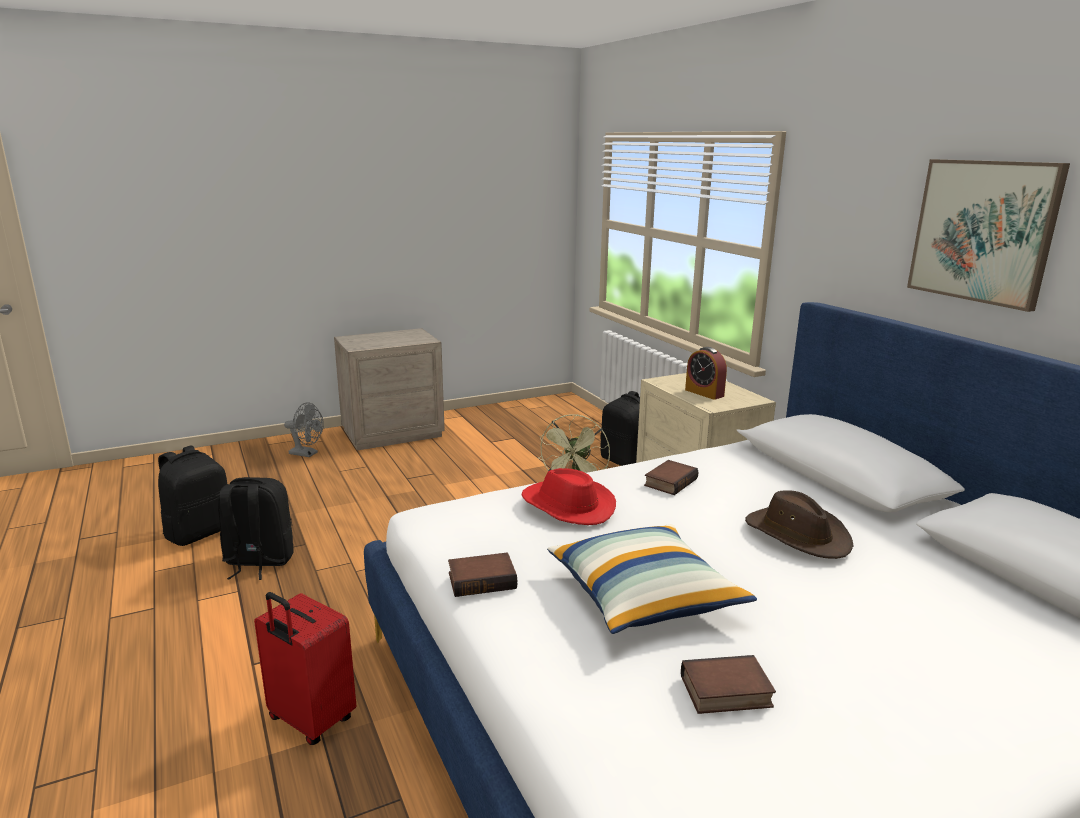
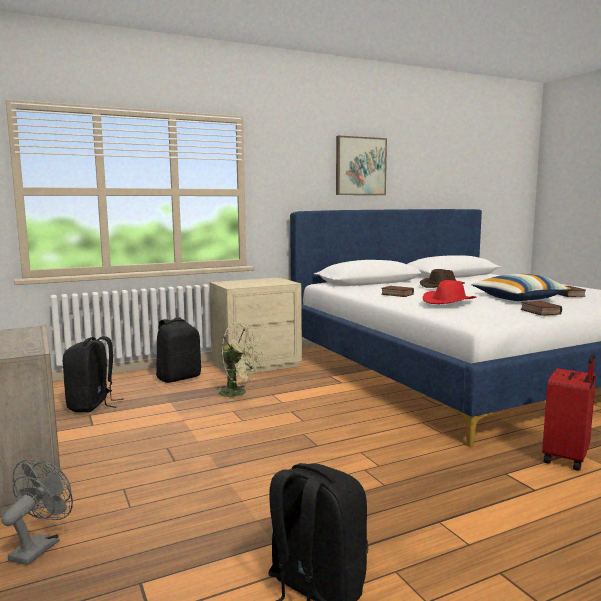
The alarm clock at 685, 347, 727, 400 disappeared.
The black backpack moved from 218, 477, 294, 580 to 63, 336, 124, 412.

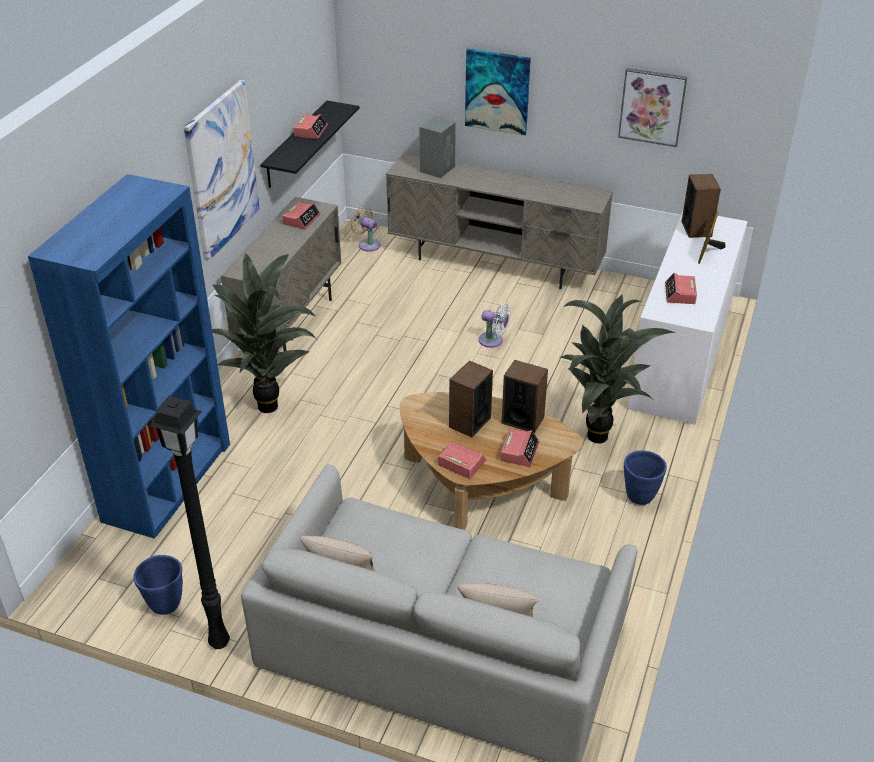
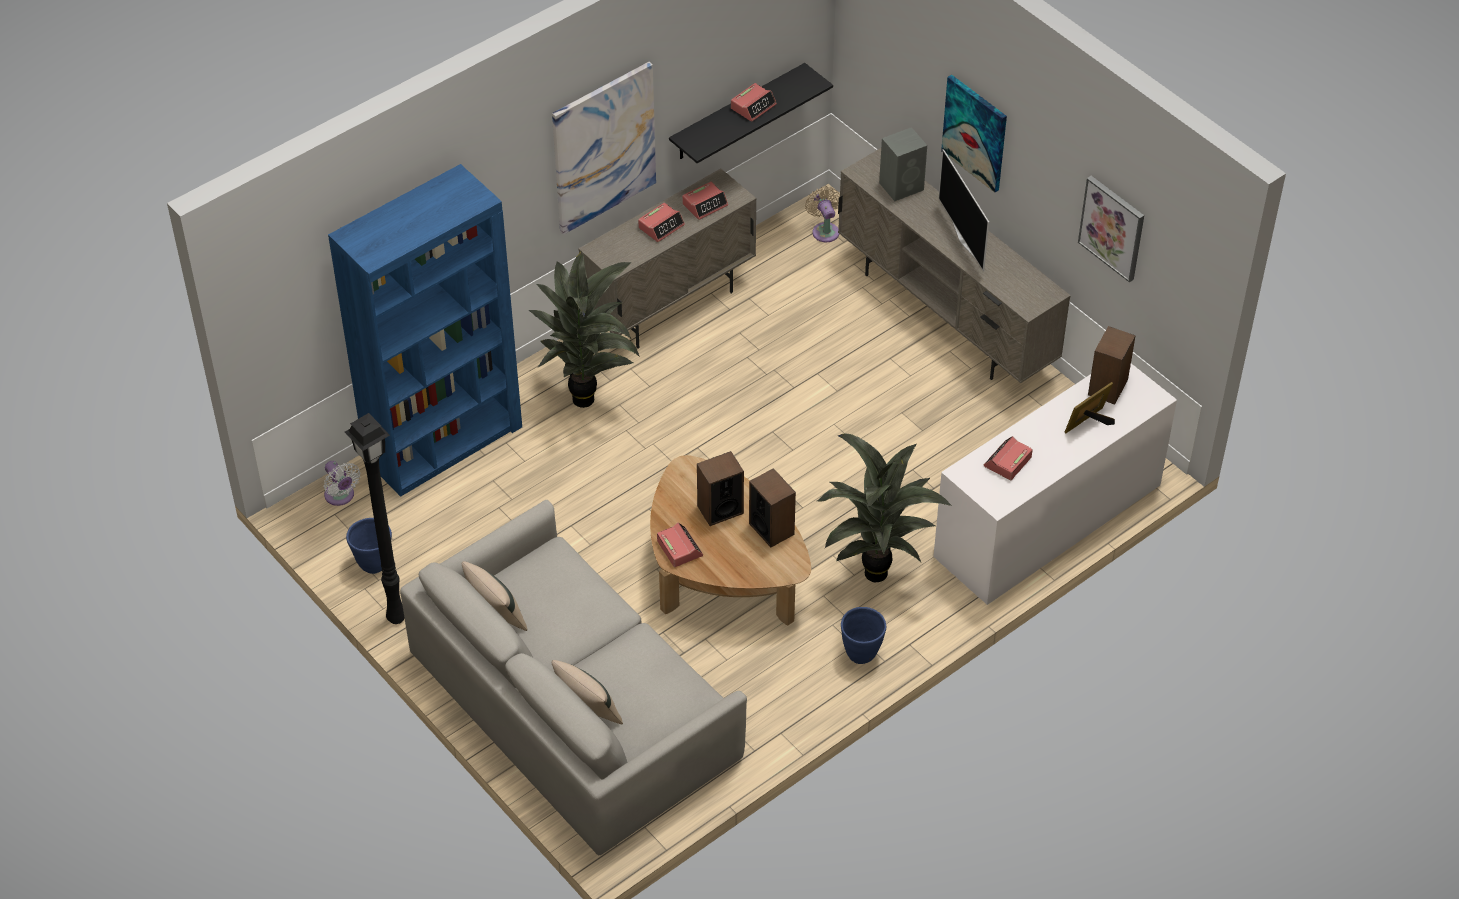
The television at 939, 149, 989, 271 appeared.
The white fan moved from 478, 303, 511, 348 to 324, 461, 360, 506.
The alarm clock moved from 500, 428, 539, 467 to 638, 203, 685, 242.

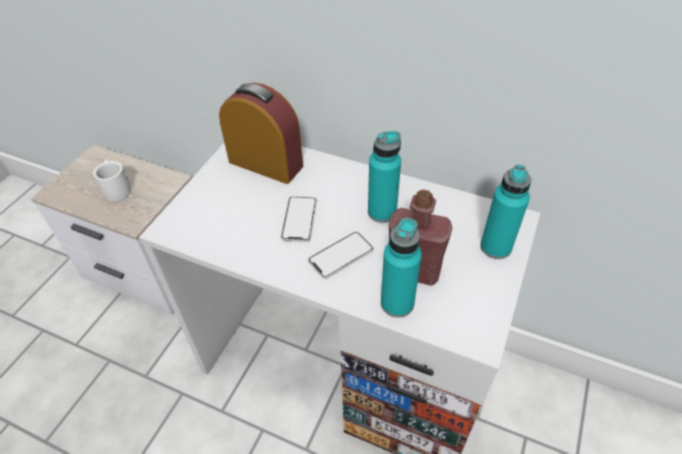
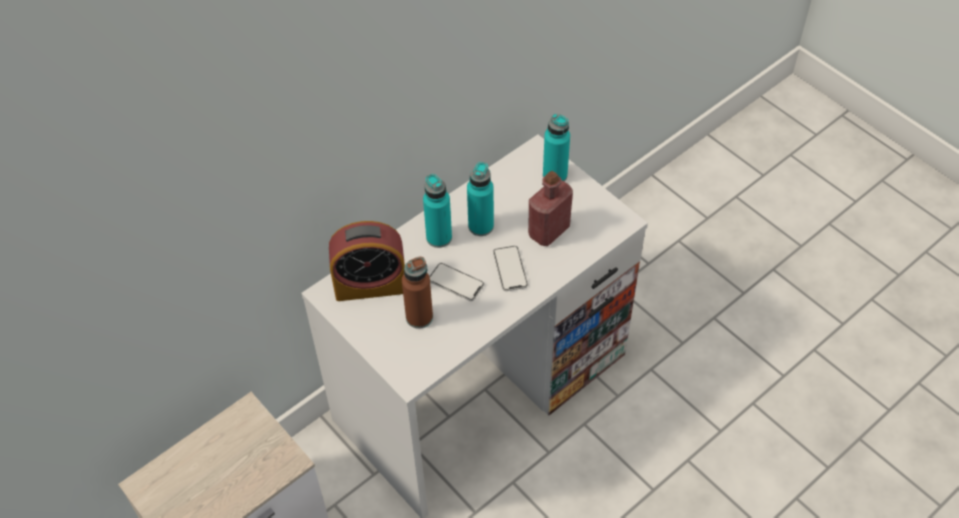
The white mug at 93, 160, 132, 201 disappeared.
The brown bottle at 402, 257, 433, 329 appeared.
The turquoise bottle moved from 381, 218, 422, 318 to 423, 174, 452, 248.
The alarm clock at 219, 83, 303, 184 turned 150 degrees counterclockwise.

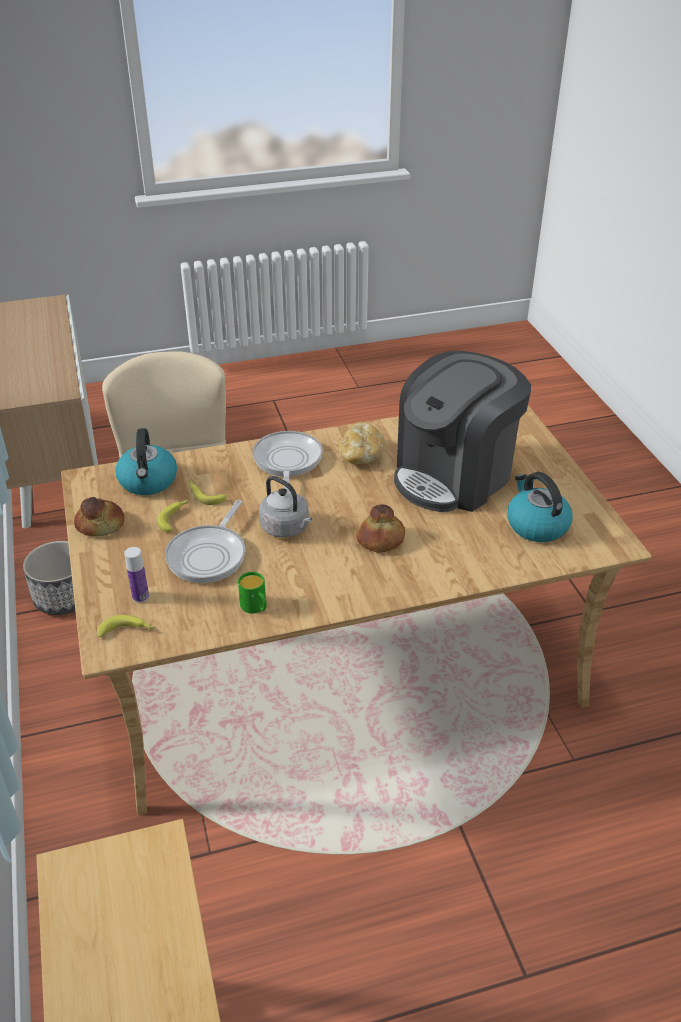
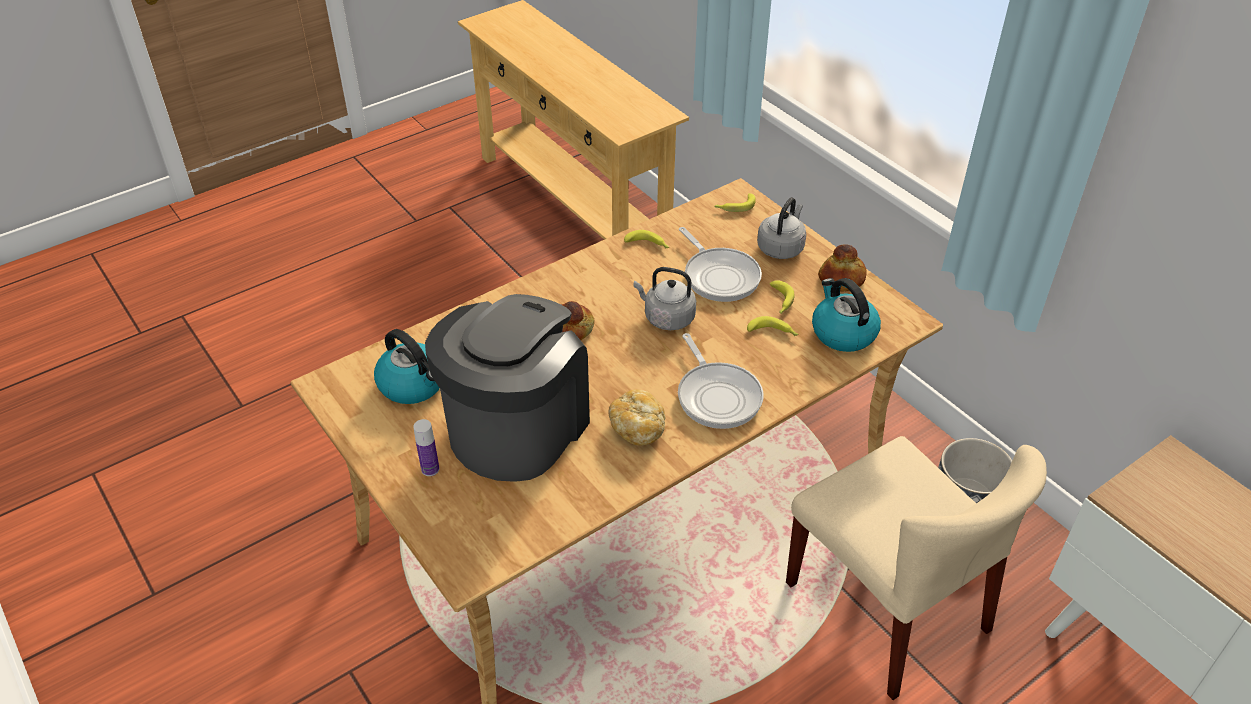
The grey kettle at 757, 197, 806, 259 appeared.
The bottle moved from 124, 547, 149, 603 to 413, 419, 439, 476.
The green mug at 238, 572, 267, 613 was replaced by the banana at 624, 230, 669, 249.
The frying pan at 165, 500, 245, 583 turned 150 degrees clockwise.

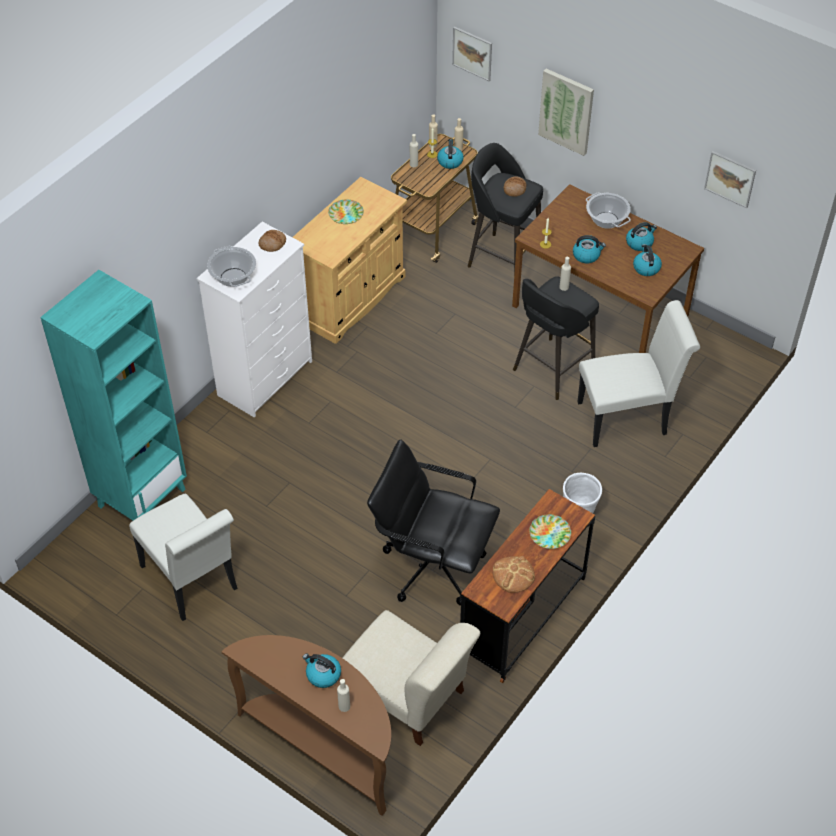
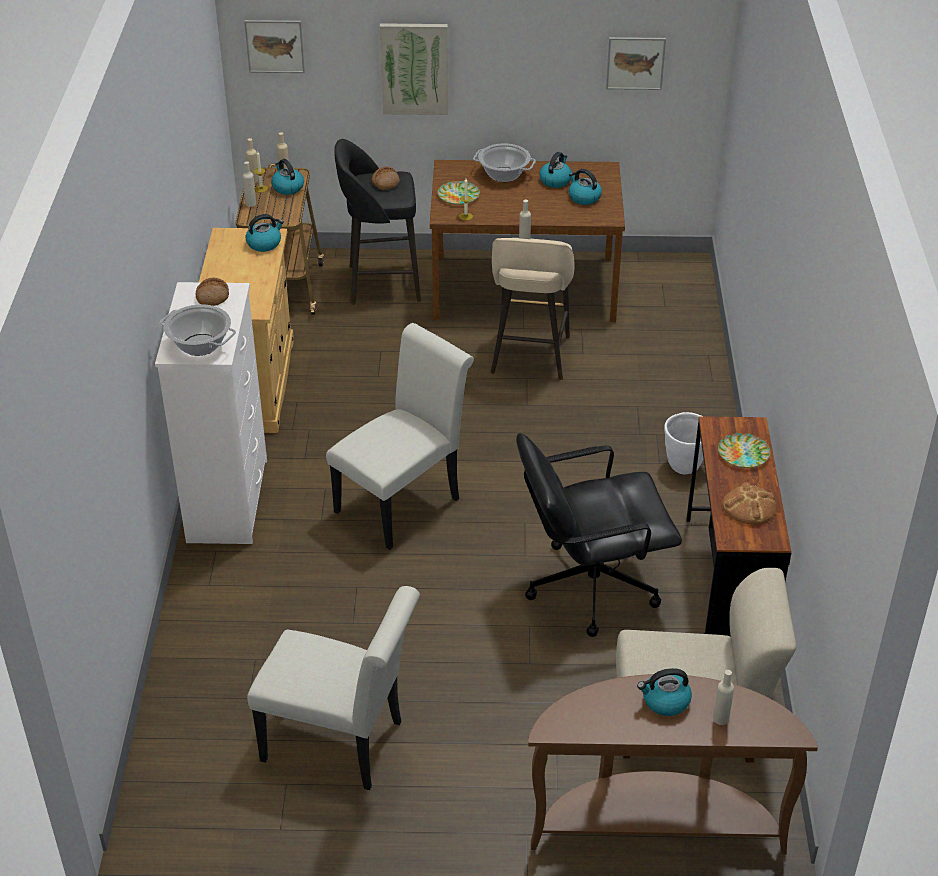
The turquoise bookcase at 40, 270, 187, 520 disappeared.
The plate moved from 328, 200, 364, 224 to 438, 181, 480, 205.
The kettle moved from 573, 235, 606, 263 to 246, 214, 284, 252.
The white chair moved from 577, 300, 700, 447 to 326, 323, 474, 550.
The black stool at 513, 276, 599, 400 became the beige stool at 490, 238, 575, 380.

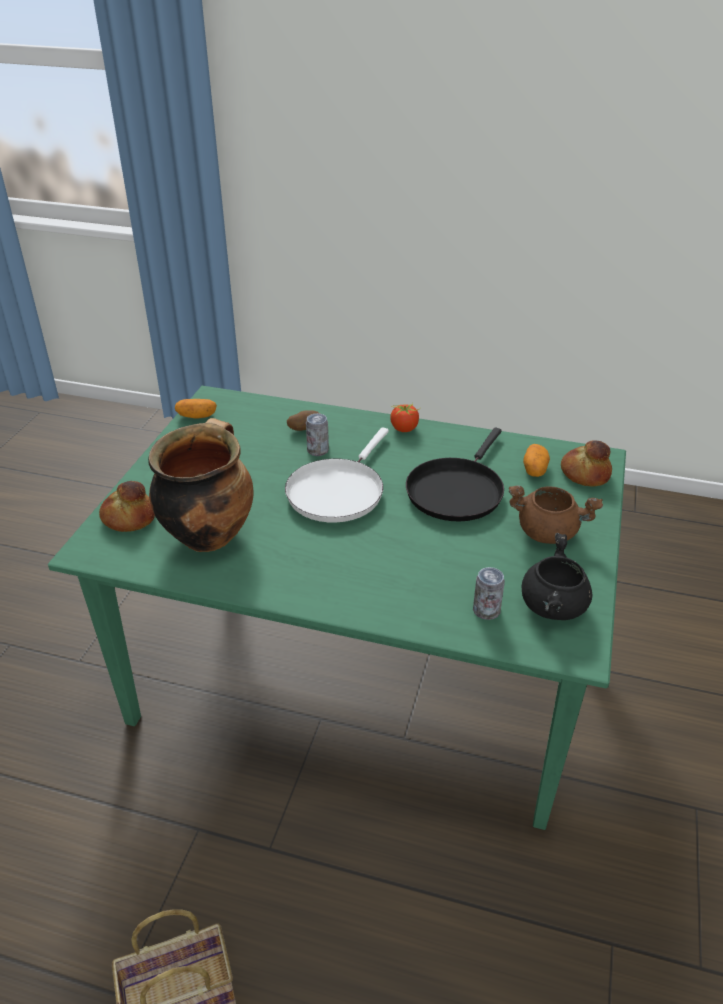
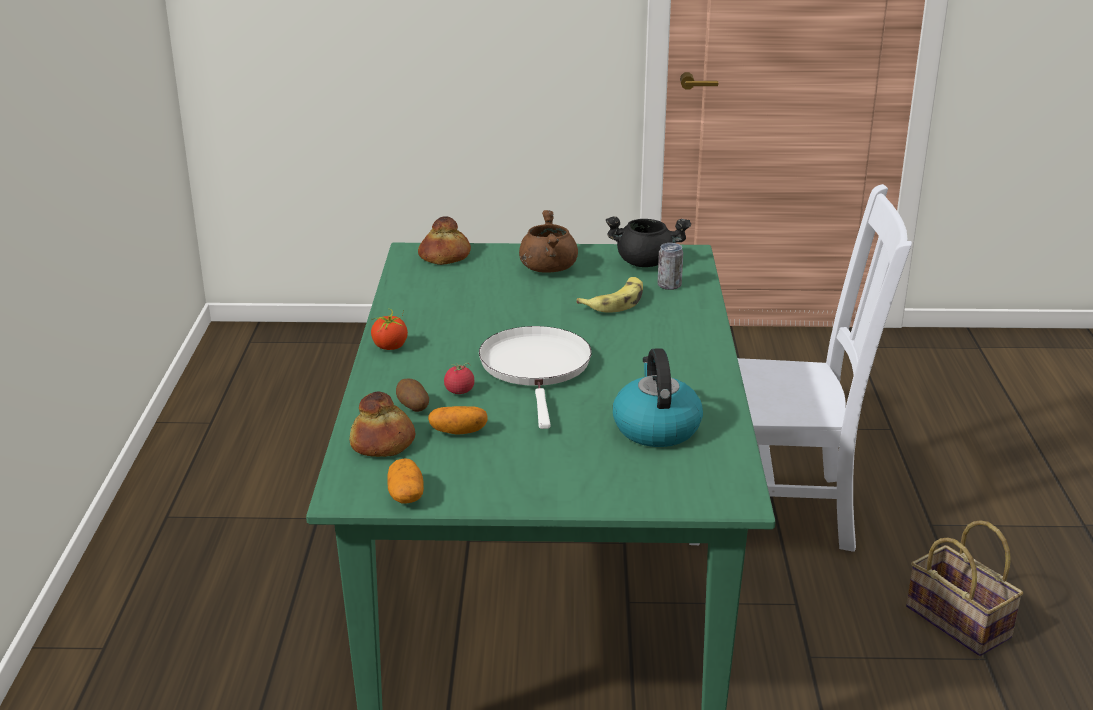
The black frying pan at 406, 427, 504, 521 disappeared.
The banana at 577, 277, 643, 313 appeared.
The white chair at 689, 184, 912, 552 appeared.
The bread moved from 99, 481, 155, 532 to 349, 392, 415, 457.
The potato moved from 523, 444, 550, 477 to 428, 406, 487, 435.
The cooking pot at 148, 418, 254, 552 was replaced by the kettle at 613, 348, 703, 447.
The can at 306, 413, 329, 456 was replaced by the tomato at 444, 363, 475, 394.
The white frying pan at 285, 427, 389, 522 turned 105 degrees counterclockwise.

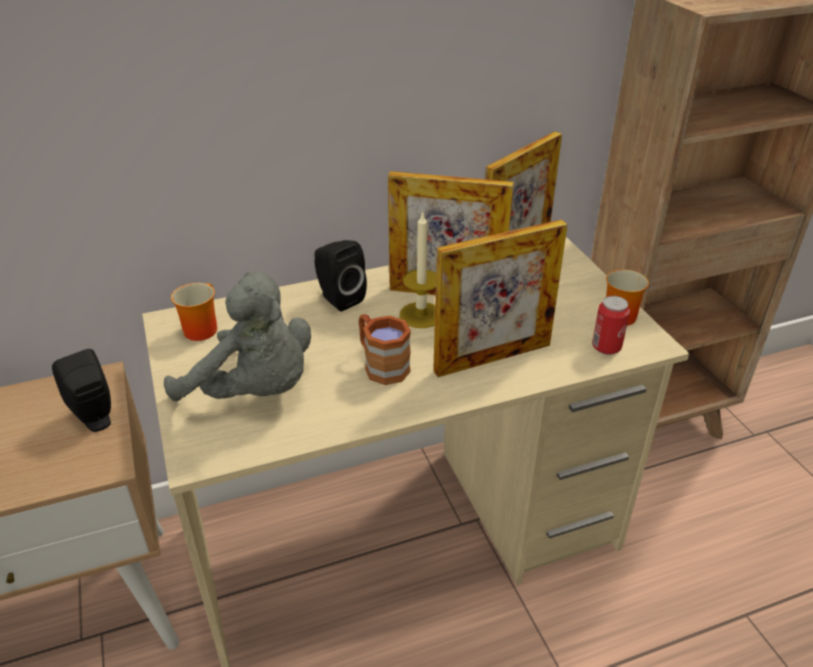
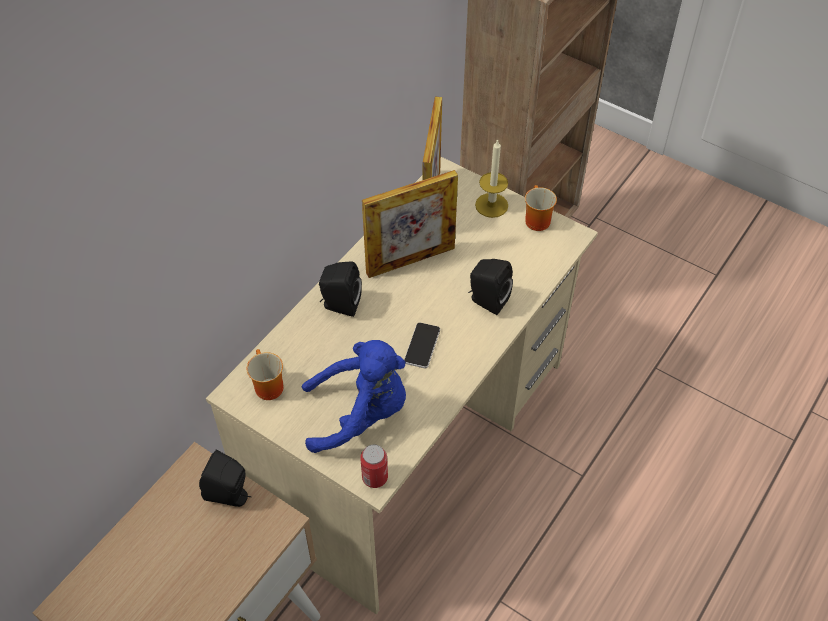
The candle moved from 400, 211, 436, 328 to 475, 139, 508, 218.
The can moved from 592, 296, 630, 355 to 360, 445, 388, 488.
The brown mug at 359, 314, 411, 385 was replaced by the phone at 404, 323, 440, 368.
The picture frame at 433, 219, 568, 377 was replaced by the black speaker at 468, 259, 513, 315.
The grey plush toy at 164, 272, 311, 401 became the blue plush toy at 302, 340, 406, 453.

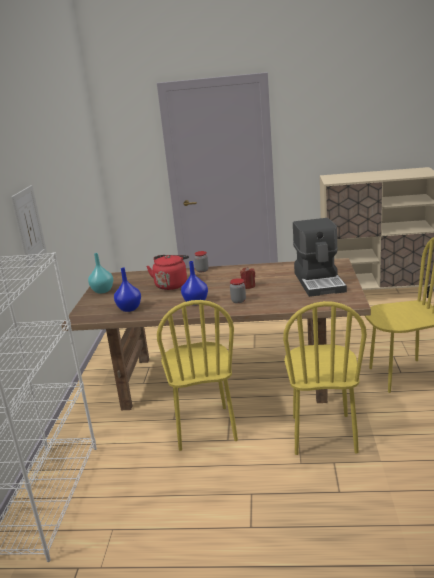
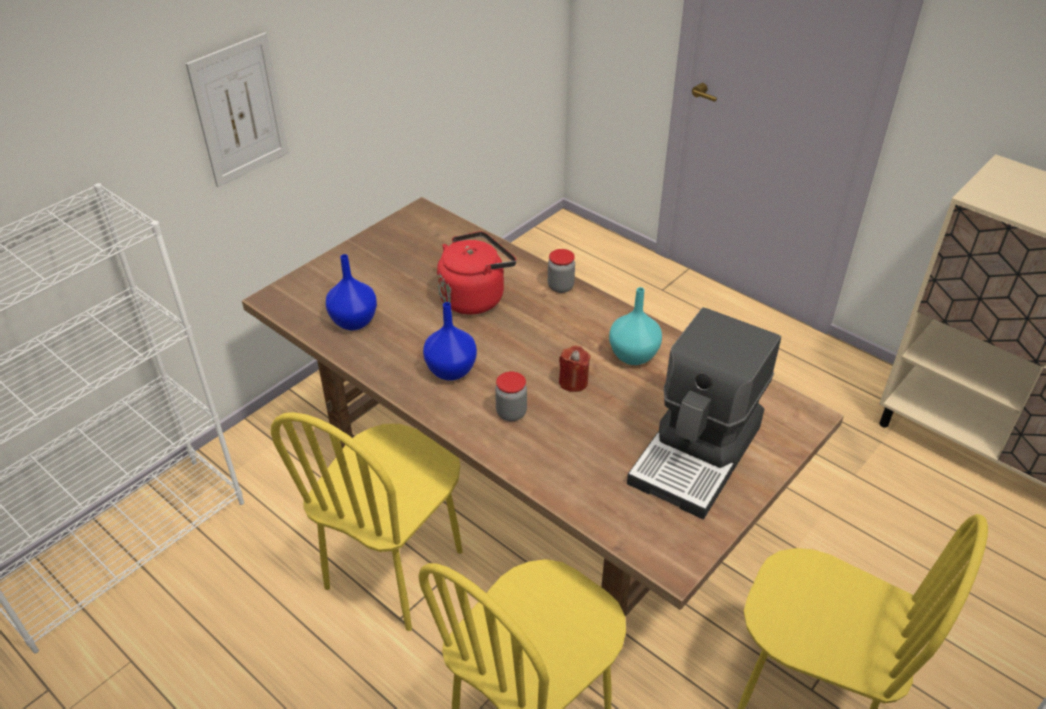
The turquoise vase moved from 88, 253, 113, 294 to 609, 287, 662, 365.

